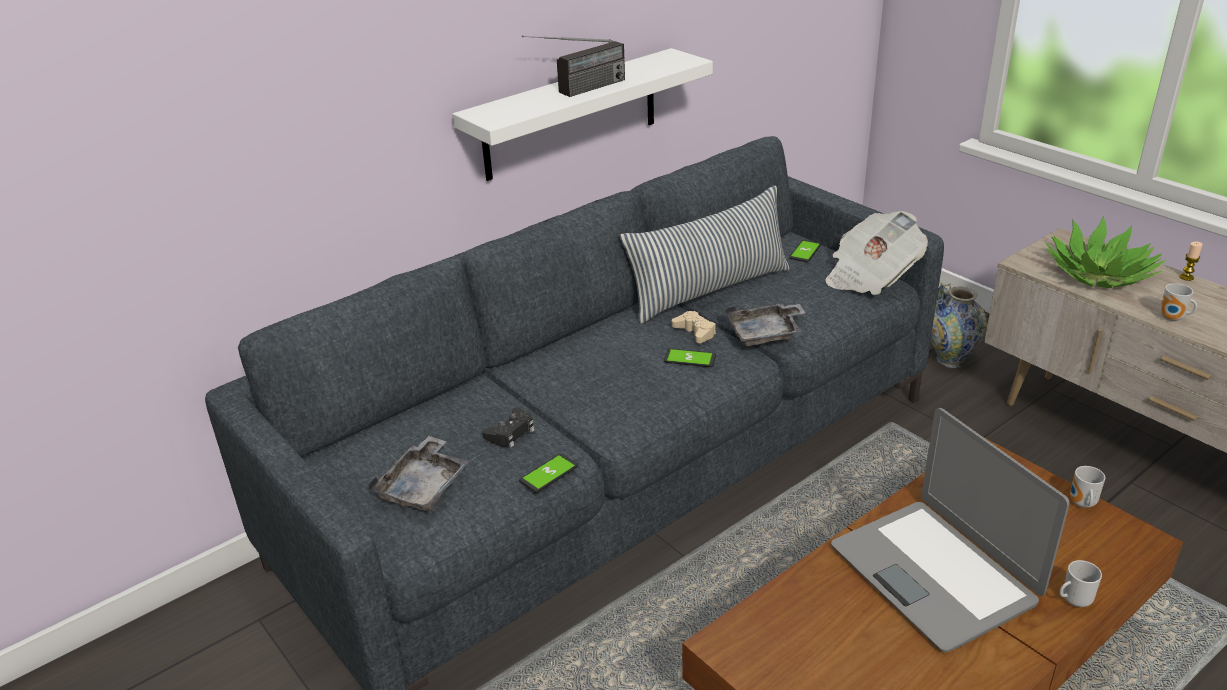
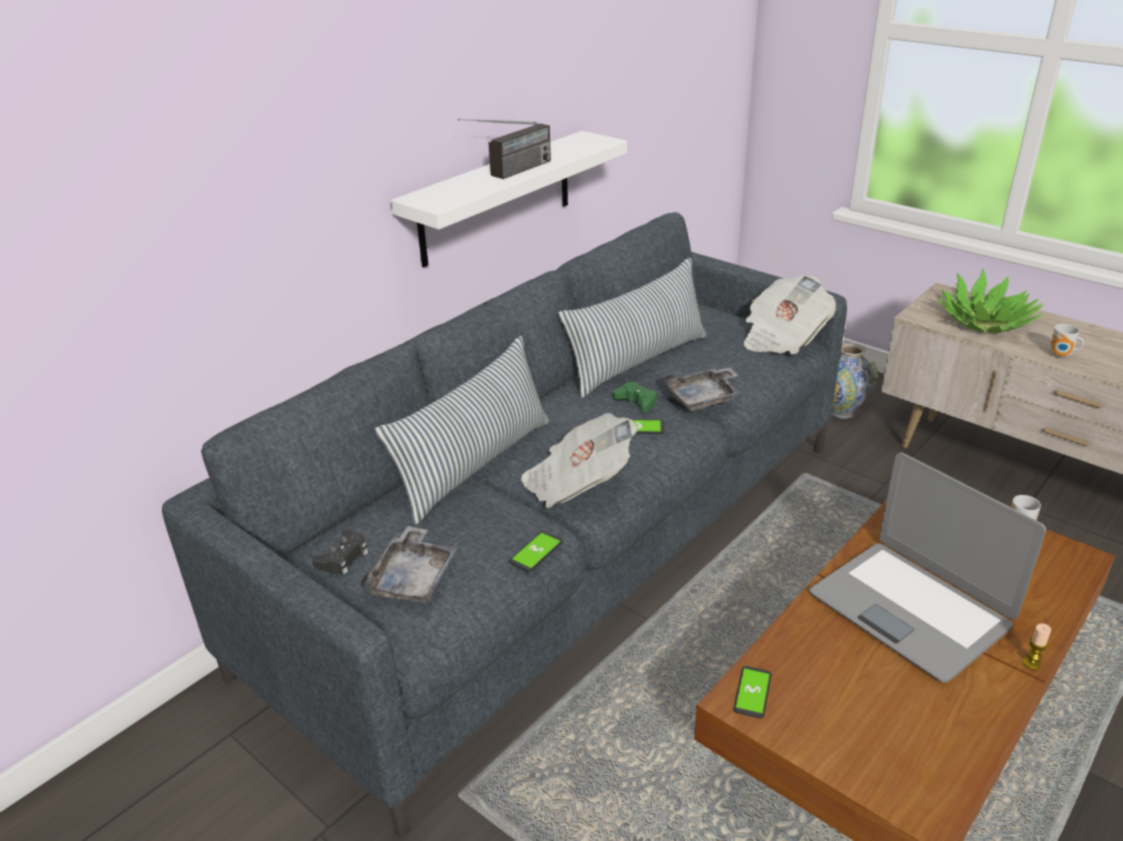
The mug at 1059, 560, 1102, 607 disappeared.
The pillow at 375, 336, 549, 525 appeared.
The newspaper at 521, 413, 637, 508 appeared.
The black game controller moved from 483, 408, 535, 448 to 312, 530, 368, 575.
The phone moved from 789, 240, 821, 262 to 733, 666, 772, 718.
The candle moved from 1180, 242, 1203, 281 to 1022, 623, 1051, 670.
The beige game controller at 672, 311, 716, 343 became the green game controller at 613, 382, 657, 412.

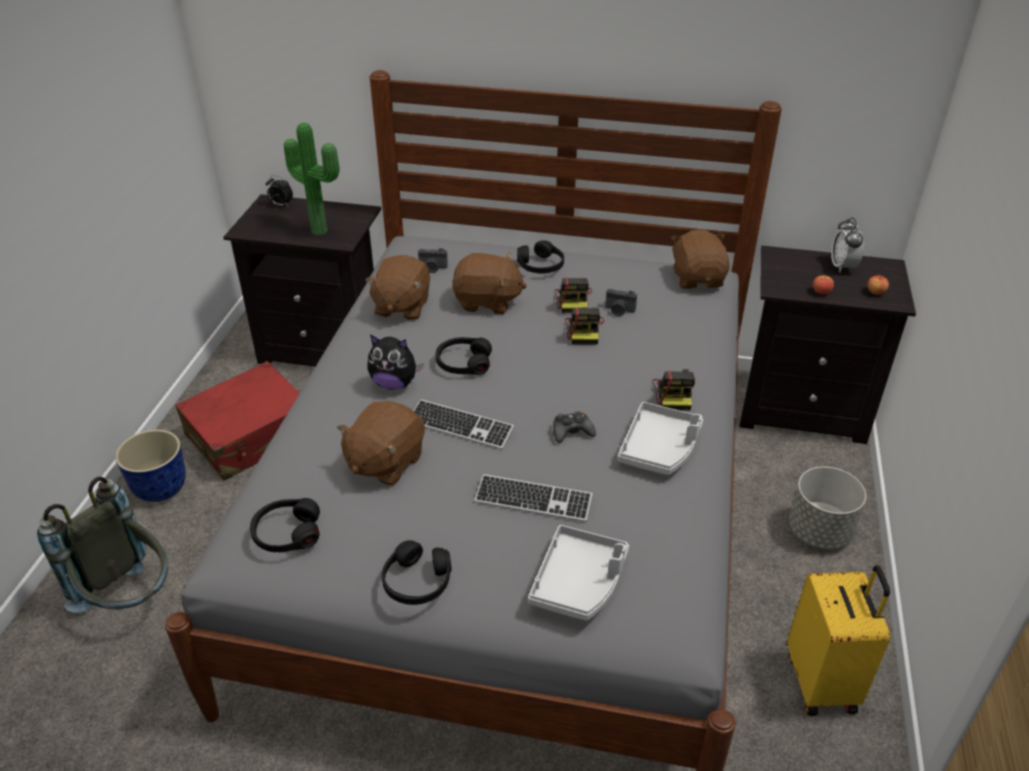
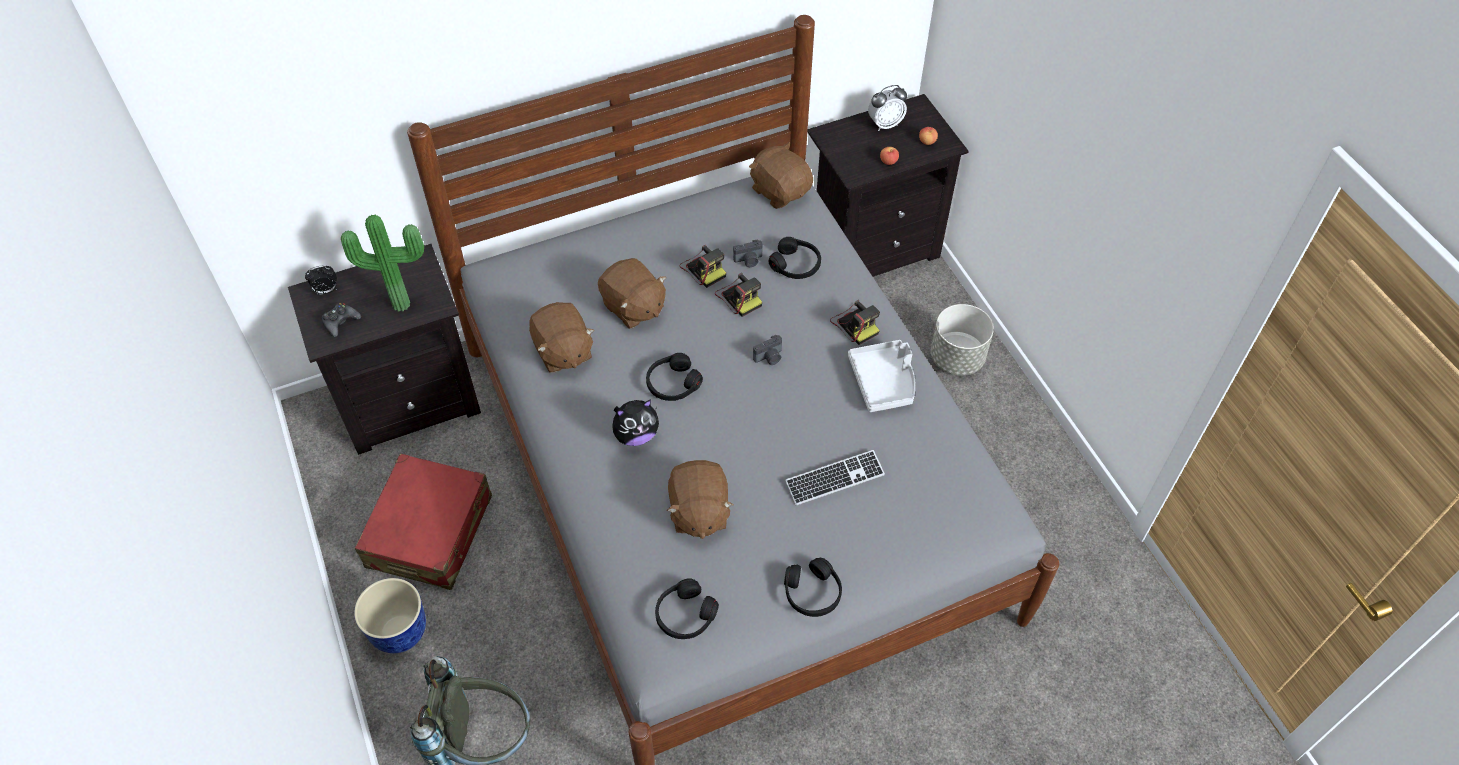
The keyboard at 413, 399, 514, 449 disappeared.
The grey tray at 528, 525, 629, 621 disappeared.
The yellow suitcase at 787, 565, 890, 716 disappeared.
The photo camera moved from 418, 248, 448, 273 to 753, 335, 782, 365.
The black headphones moved from 517, 240, 564, 273 to 769, 237, 821, 279.
The black game controller moved from 553, 412, 596, 443 to 322, 303, 361, 337.
The brown plush toy at 452, 253, 527, 314 turned 75 degrees clockwise.
The alarm clock at 831, 217, 864, 273 turned 75 degrees counterclockwise.

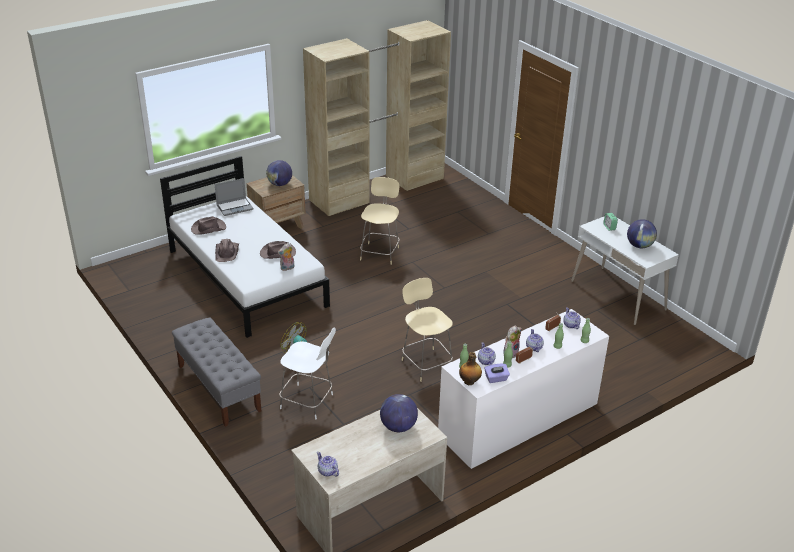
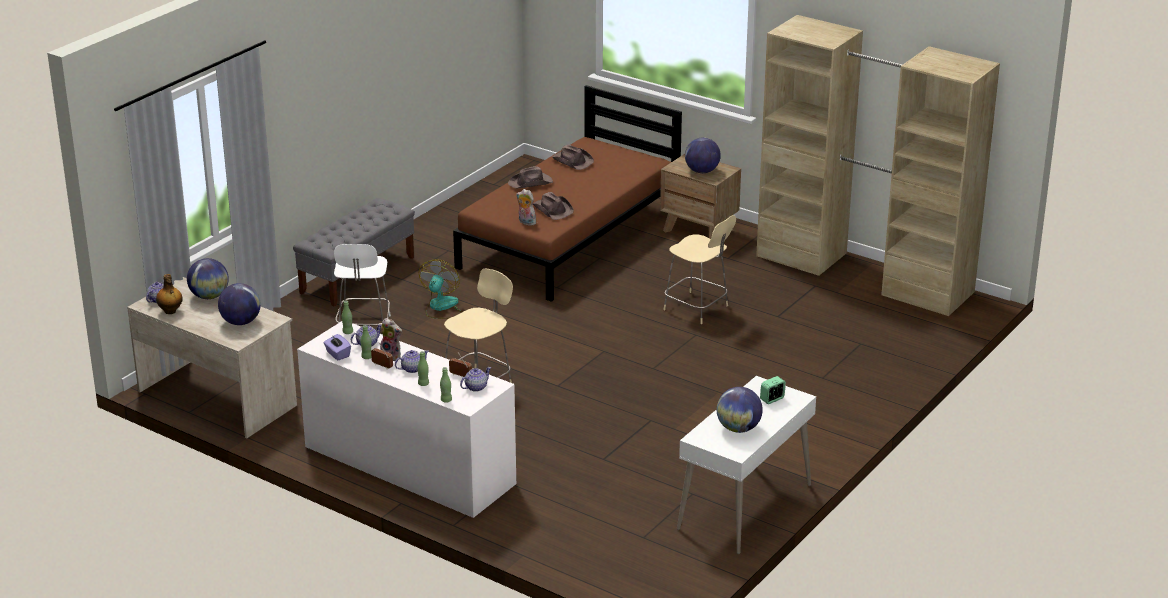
The laptop at 215, 178, 253, 216 disappeared.
The globe at 187, 258, 229, 299 appeared.
The bottle moved from 459, 352, 482, 385 to 156, 274, 183, 314.
The white bed at 160, 156, 330, 338 became the brown bed at 453, 85, 682, 302.
The beige chair at 360, 177, 400, 265 turned 45 degrees clockwise.

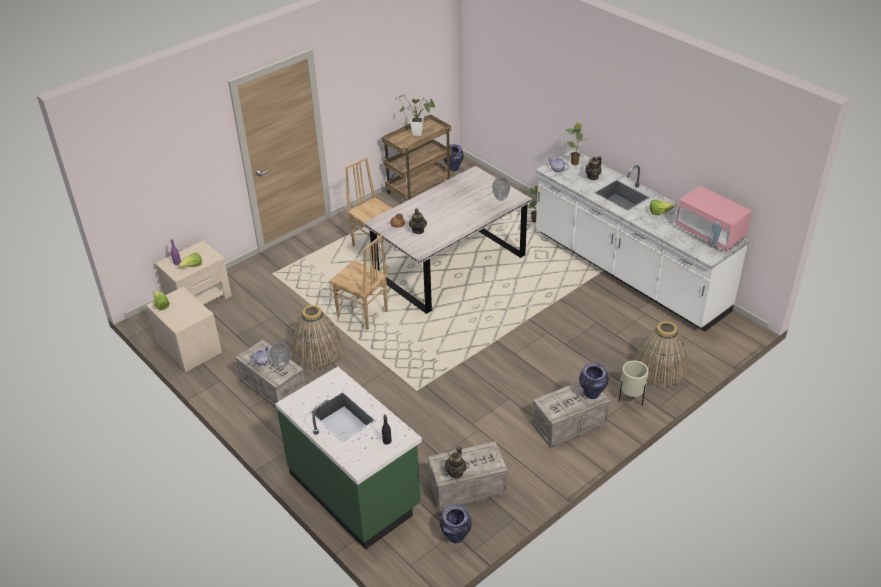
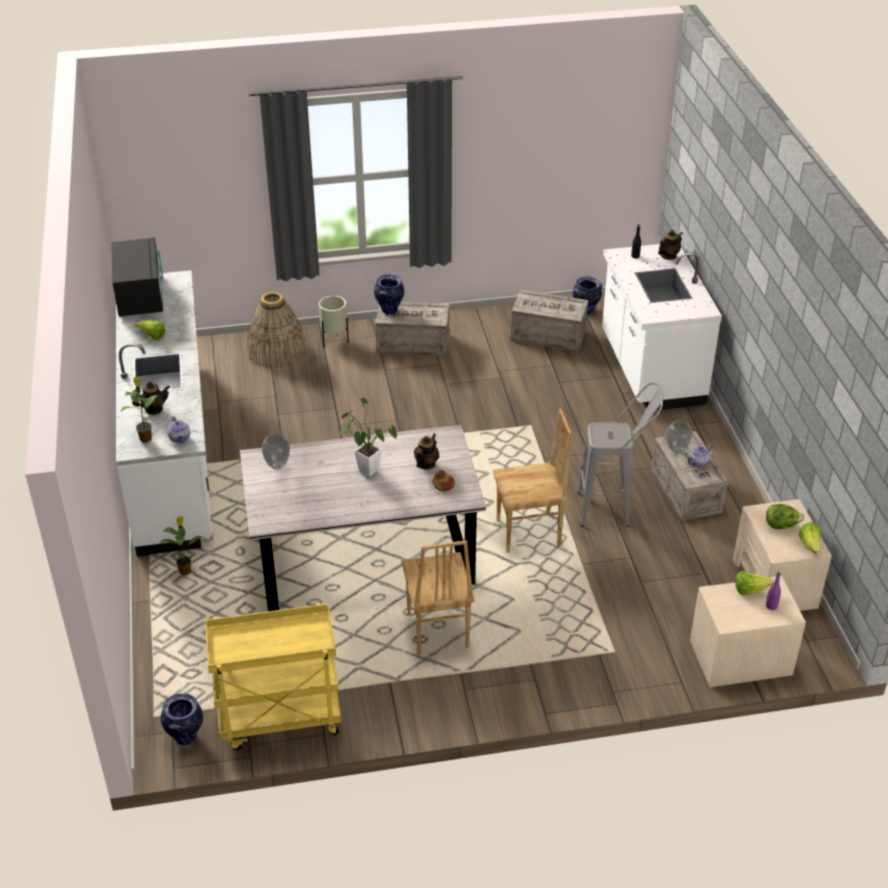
The lettuce at 766, 504, 804, 529 appeared.
The potted plant moved from 399, 95, 435, 136 to 339, 397, 397, 477.
The teapot moved from 445, 446, 467, 478 to 658, 230, 683, 260.
The basket at 291, 305, 344, 371 was replaced by the grey stool at 577, 382, 663, 527.
The green counter at 275, 366, 422, 549 became the white counter at 602, 244, 722, 410.
The brown cart at 382, 114, 452, 201 became the yellow cart at 205, 603, 341, 750.
The pink microwave at 675, 186, 752, 251 became the black microwave at 111, 237, 163, 317.
The brown chair at 329, 234, 388, 330 turned 105 degrees clockwise.

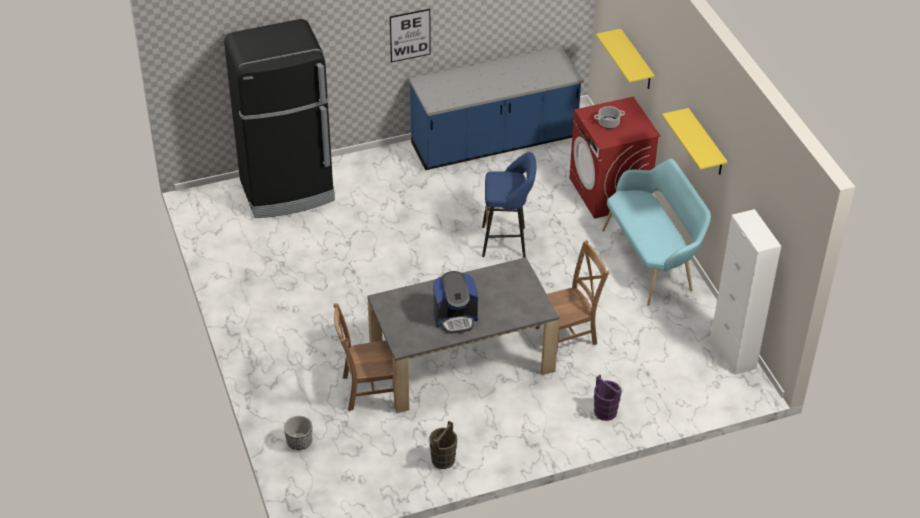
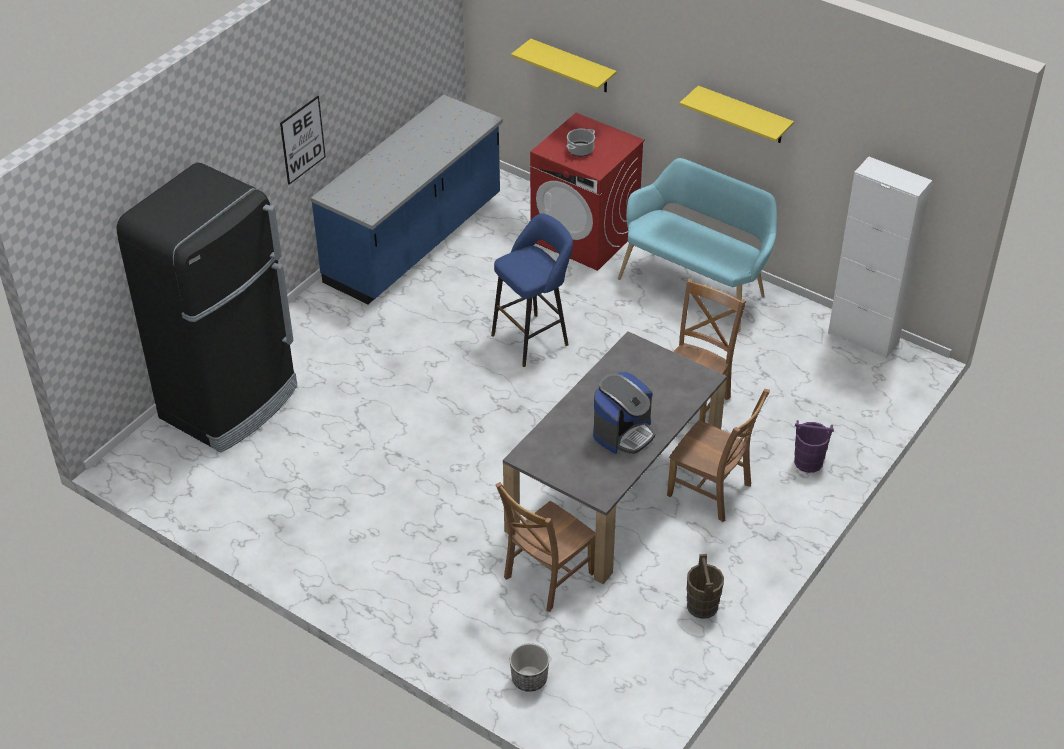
The brown chair at 667, 389, 770, 522 appeared.

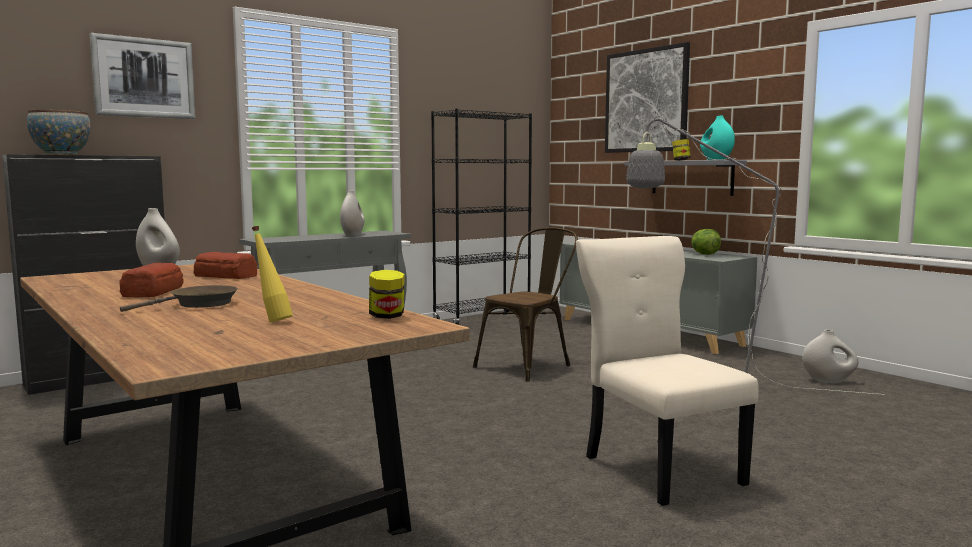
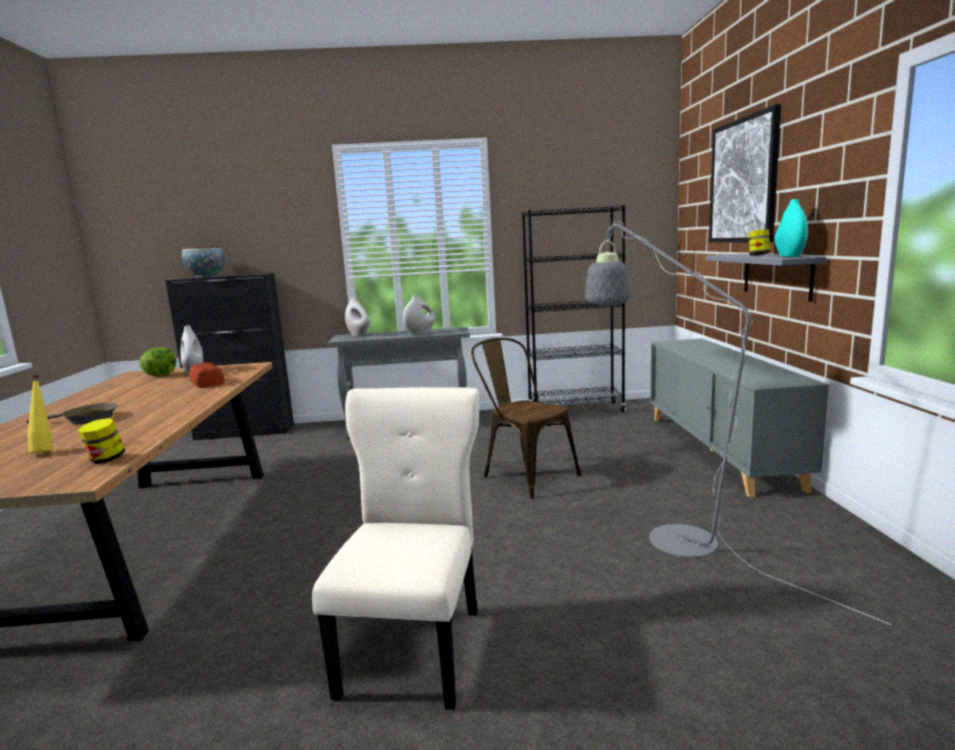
The picture at 90, 33, 196, 119 disappeared.
The bread at 119, 262, 184, 297 disappeared.
The lettuce moved from 691, 229, 721, 255 to 140, 347, 177, 376.
The white vase moved from 802, 330, 859, 384 to 345, 297, 370, 336.
The brown chair at 473, 227, 578, 382 turned 120 degrees counterclockwise.

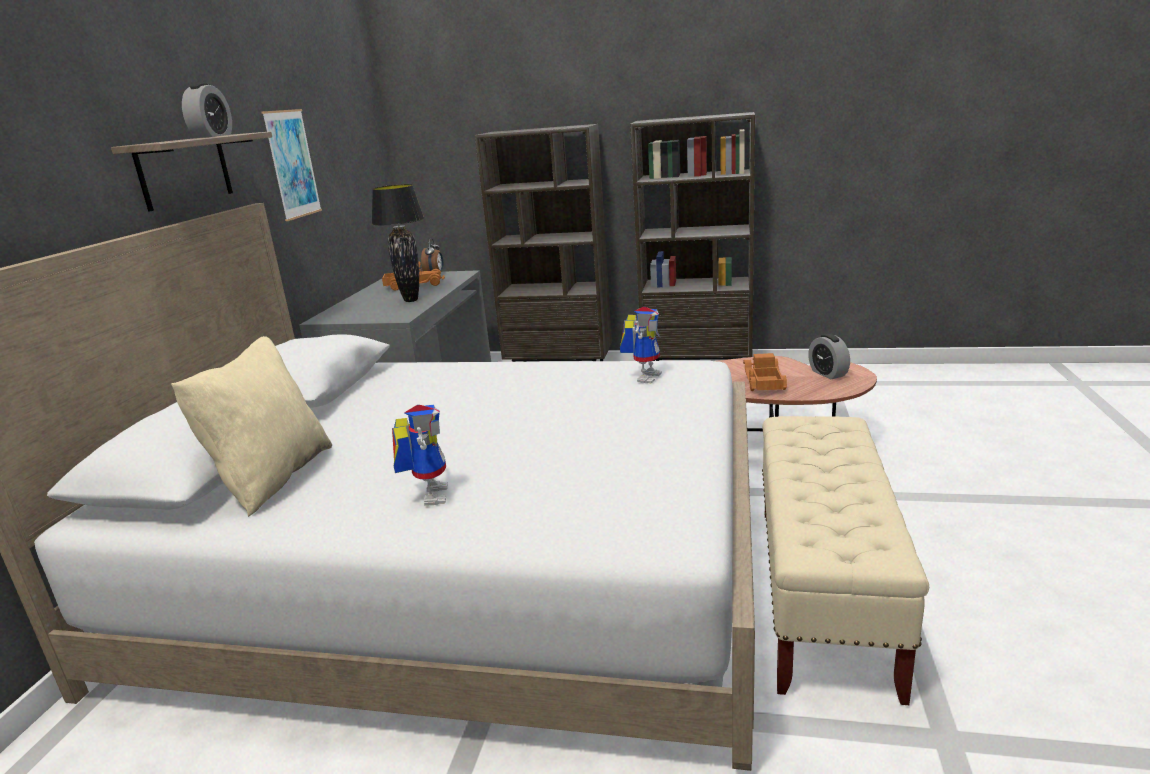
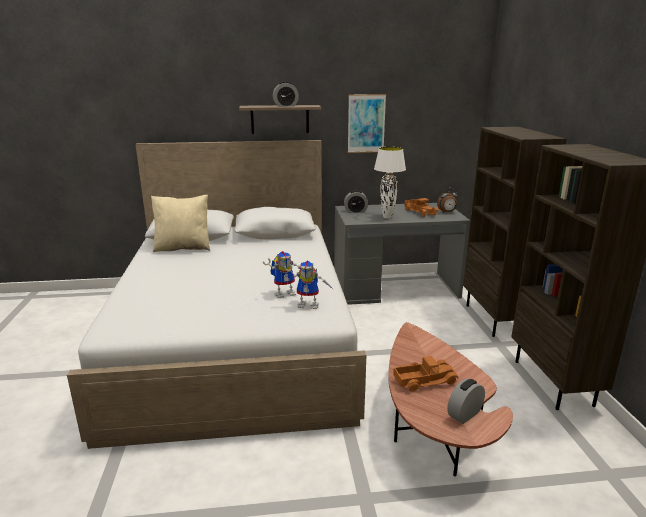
The beige bench at 762, 416, 929, 705 disappeared.
The alarm clock at 344, 190, 368, 213 appeared.
The toy robot moved from 392, 405, 448, 506 to 263, 251, 300, 298.
The black table lamp at 372, 184, 424, 302 became the white table lamp at 374, 147, 406, 219.

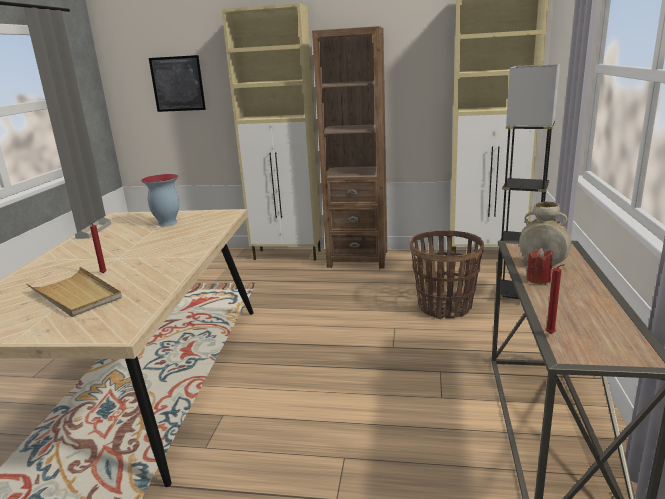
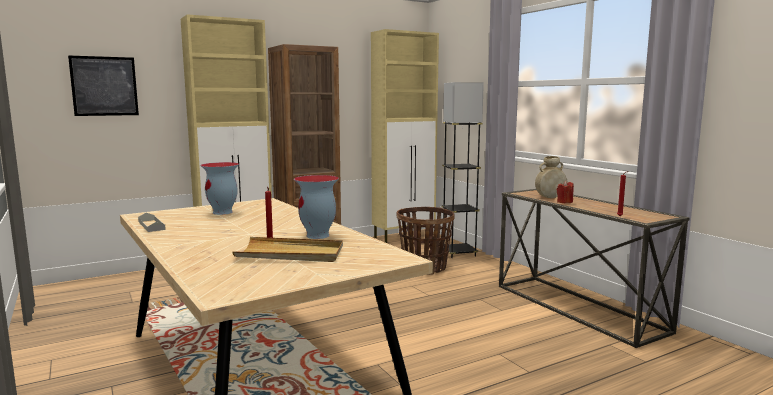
The vase at 294, 175, 339, 239 appeared.

